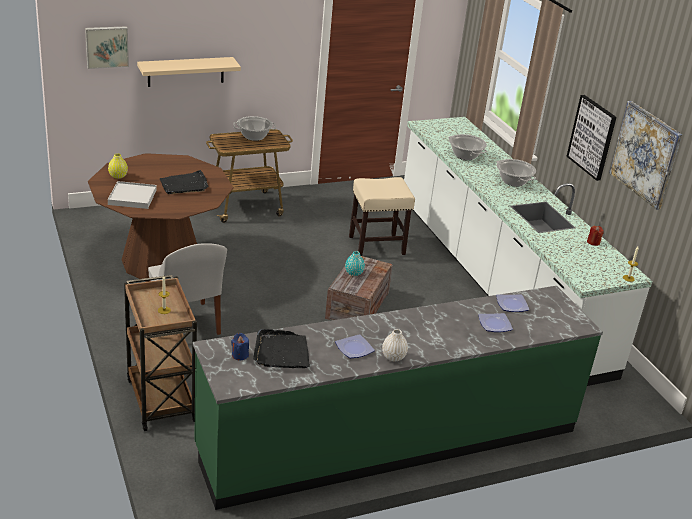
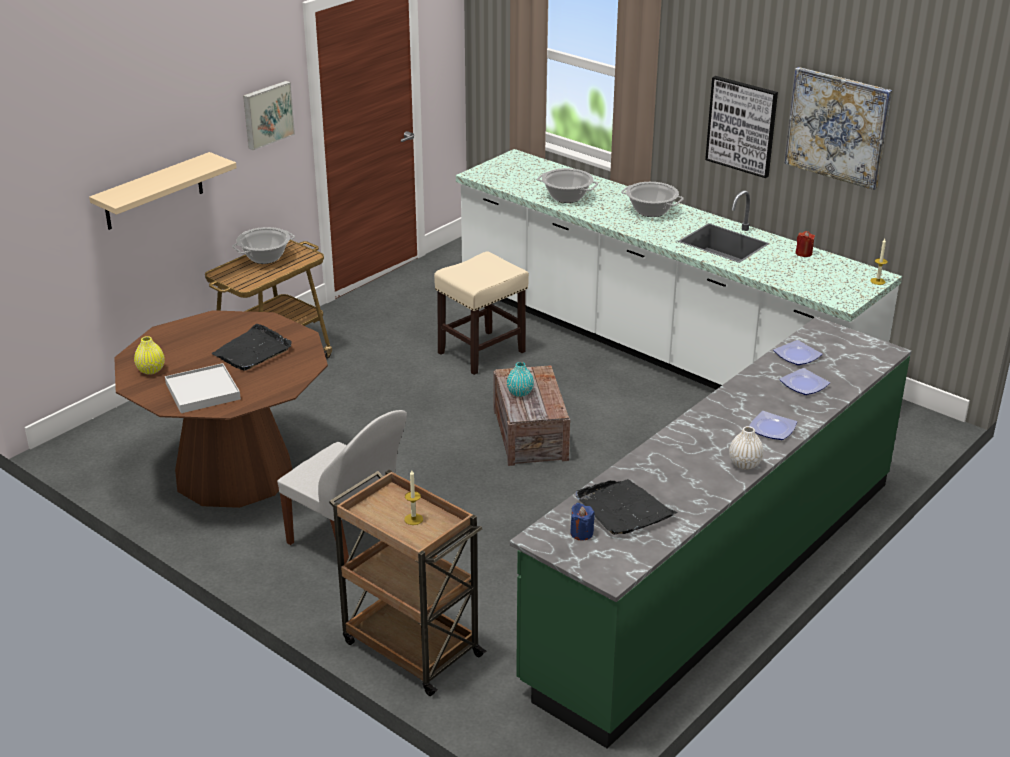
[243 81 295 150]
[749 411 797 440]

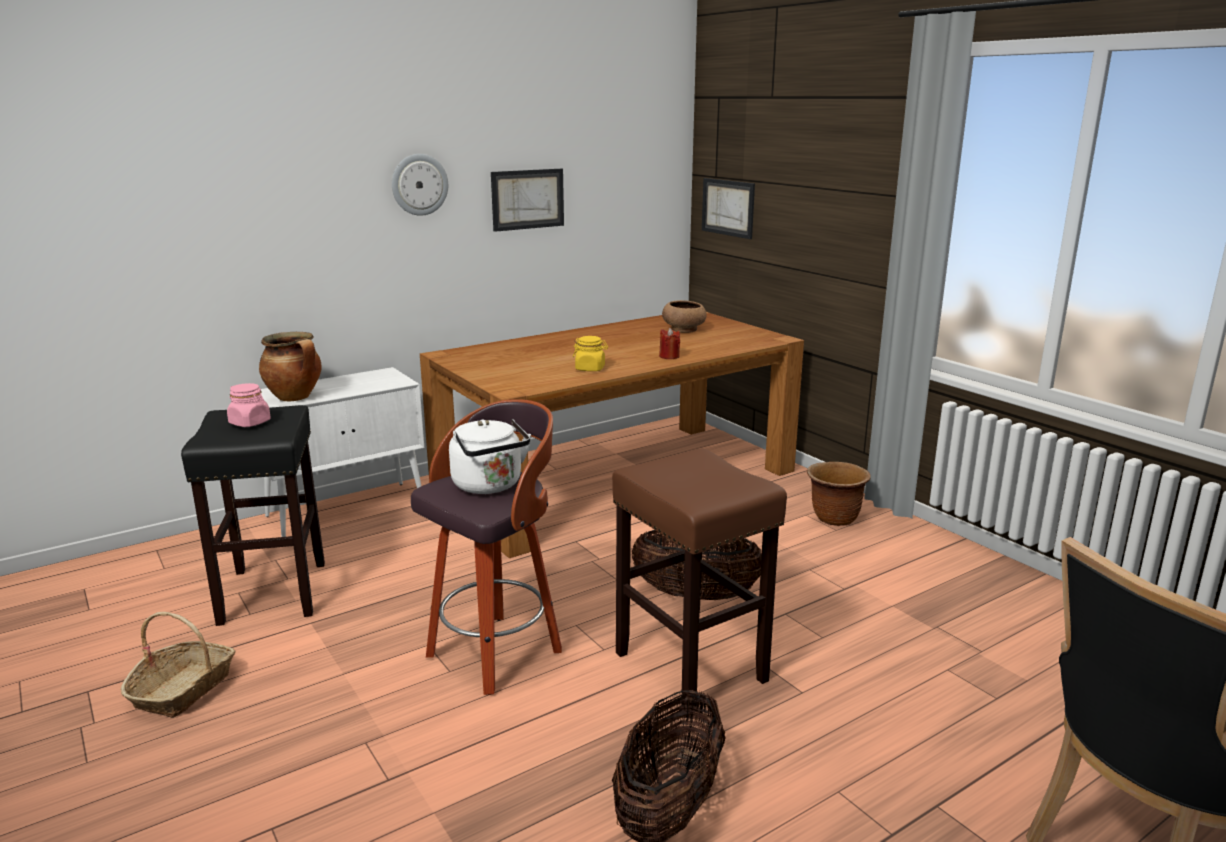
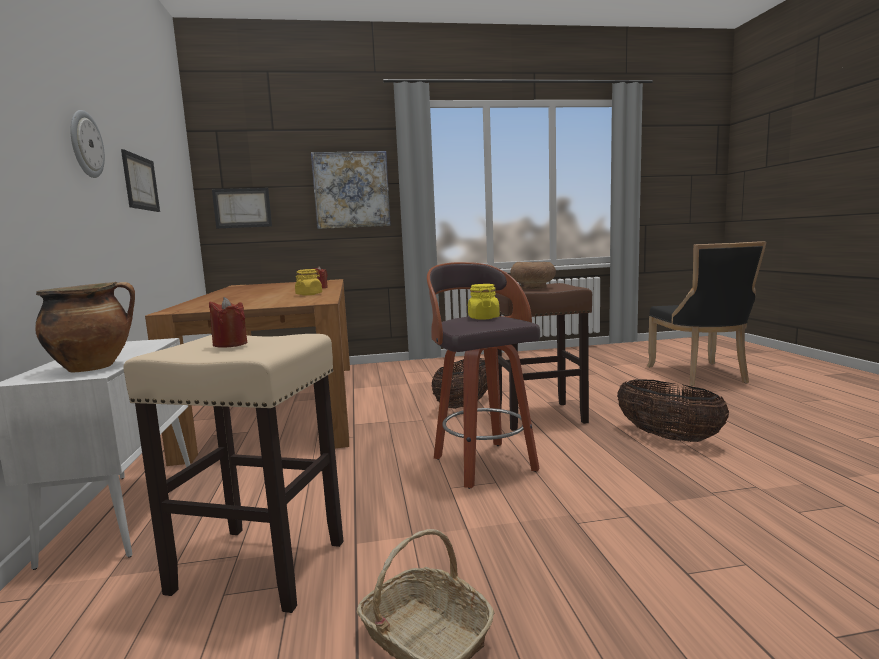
[510 262 556 289]
[209 297 247 348]
[123 334 344 613]
[468 284 500 320]
[807 462 871 526] (first image)
[311 151 391 229]

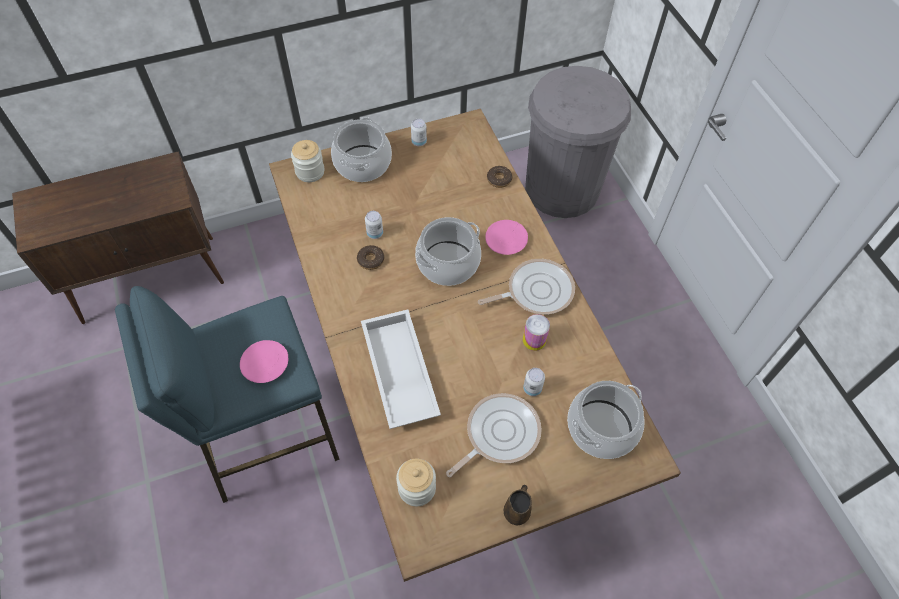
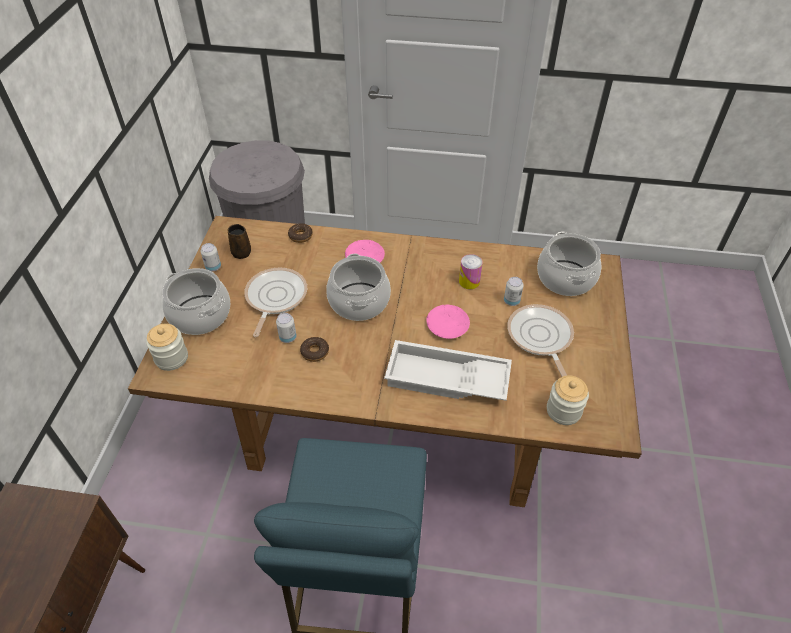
[244 268 307 337]
[426 304 470 339]
[227 224 251 259]

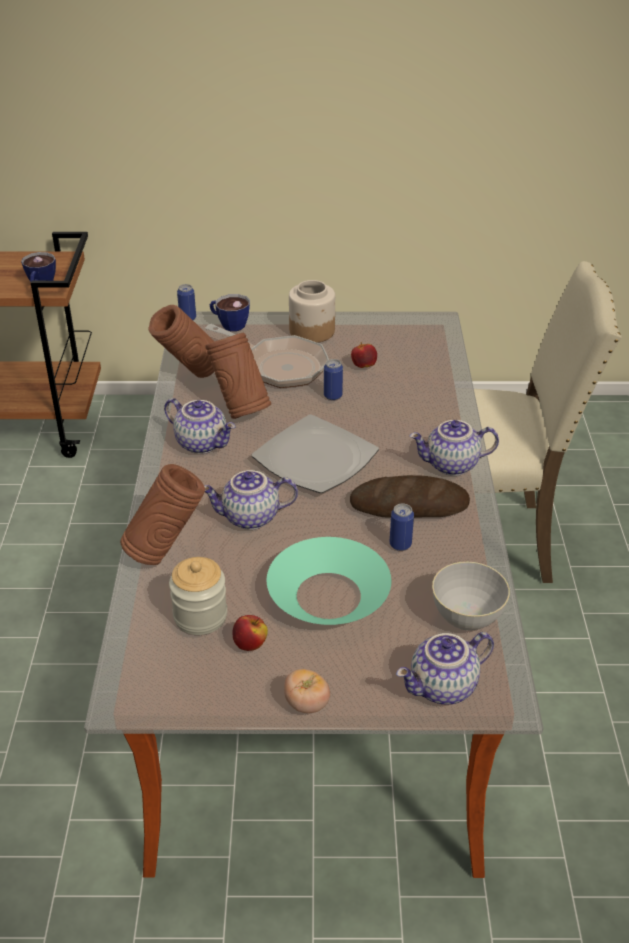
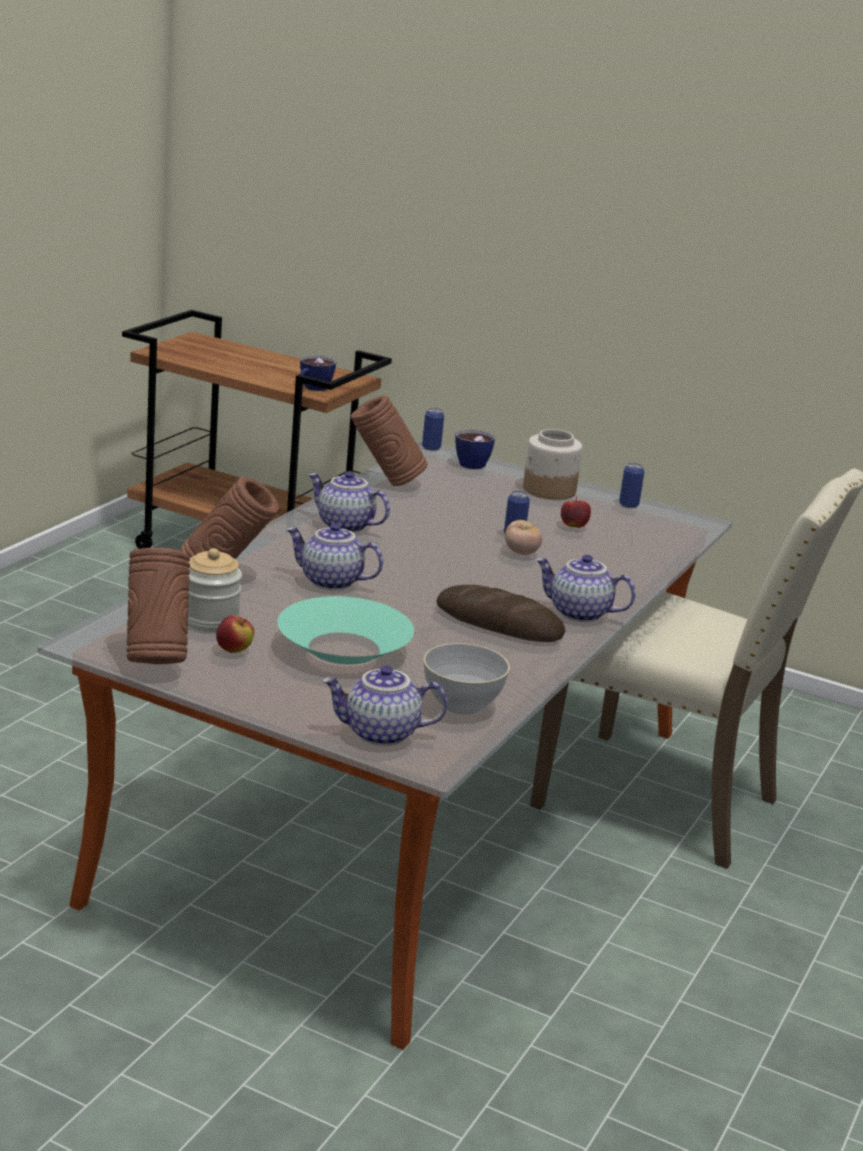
[205 324 329 388] (first image)
[126 548 190 664]
[308 471 390 533]
[252 414 379 493] (first image)
[619 462 644 508]
[505 520 542 555]

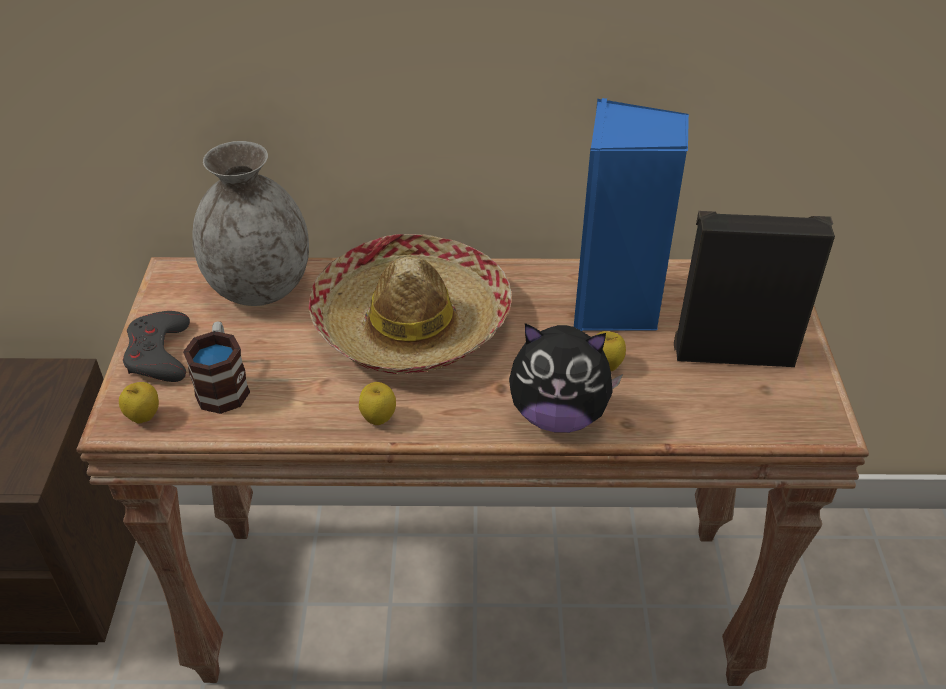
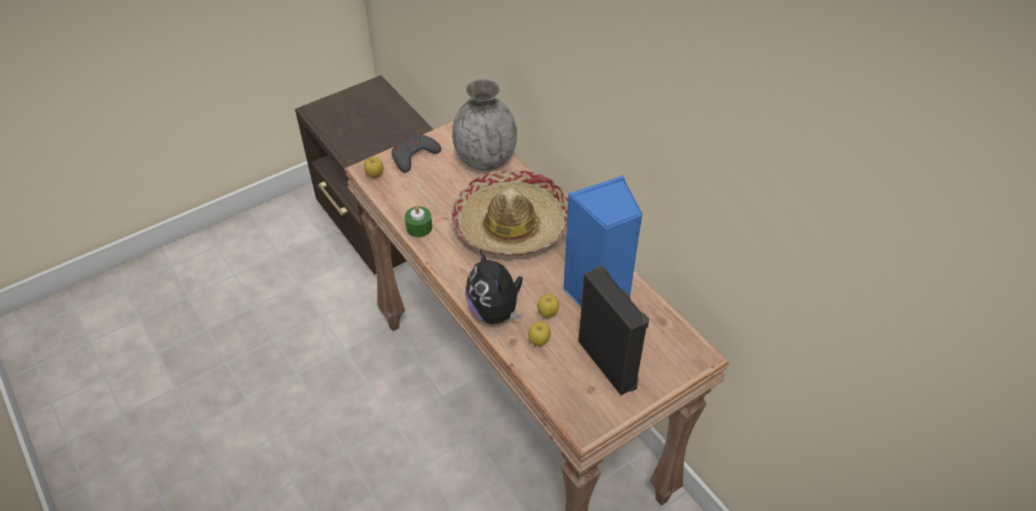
[183 321 250 414] (first image)
[528 321 551 346]
[405 205 432 237]

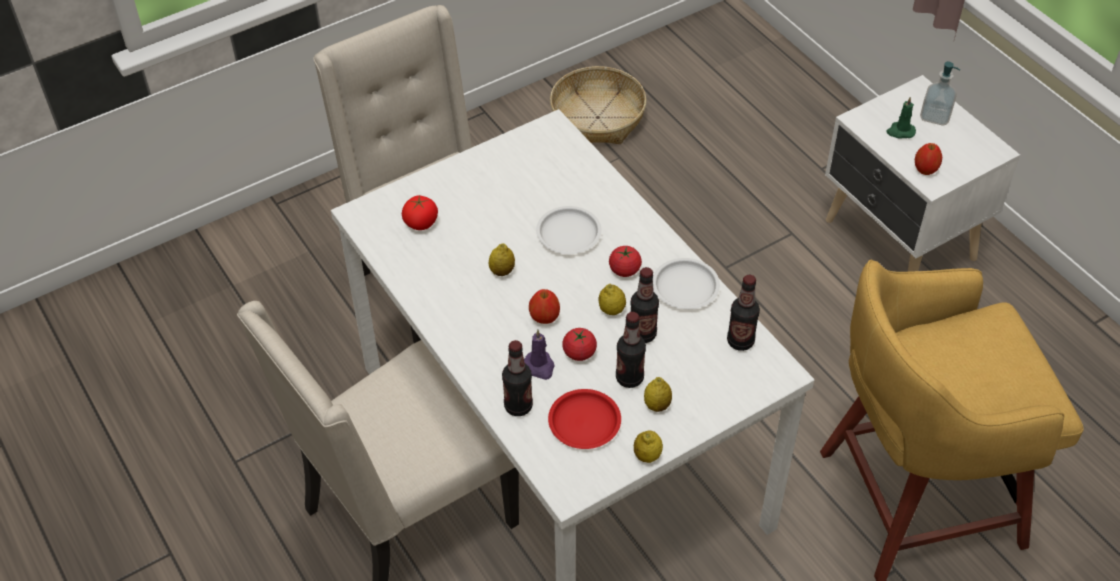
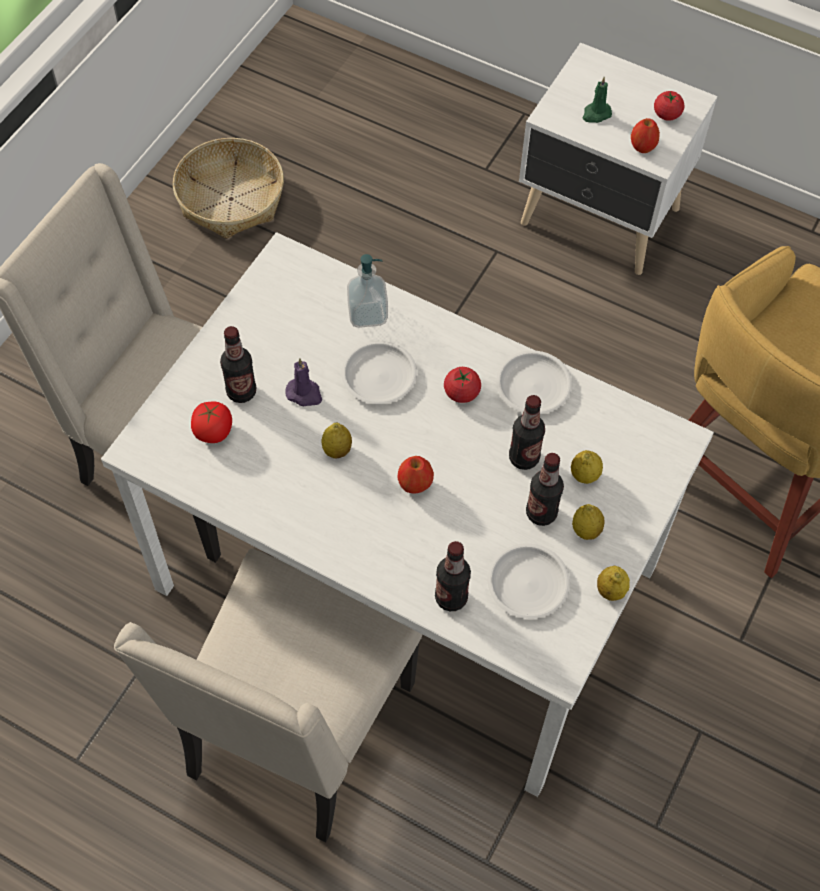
[347 254 388 328]
[220 326 256 403]
[571 450 603 484]
[654 91 684 121]
[285 358 322 406]
[488 543 570 619]

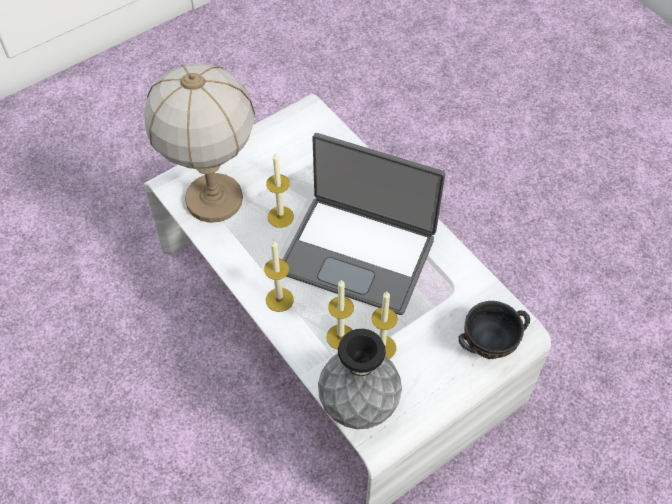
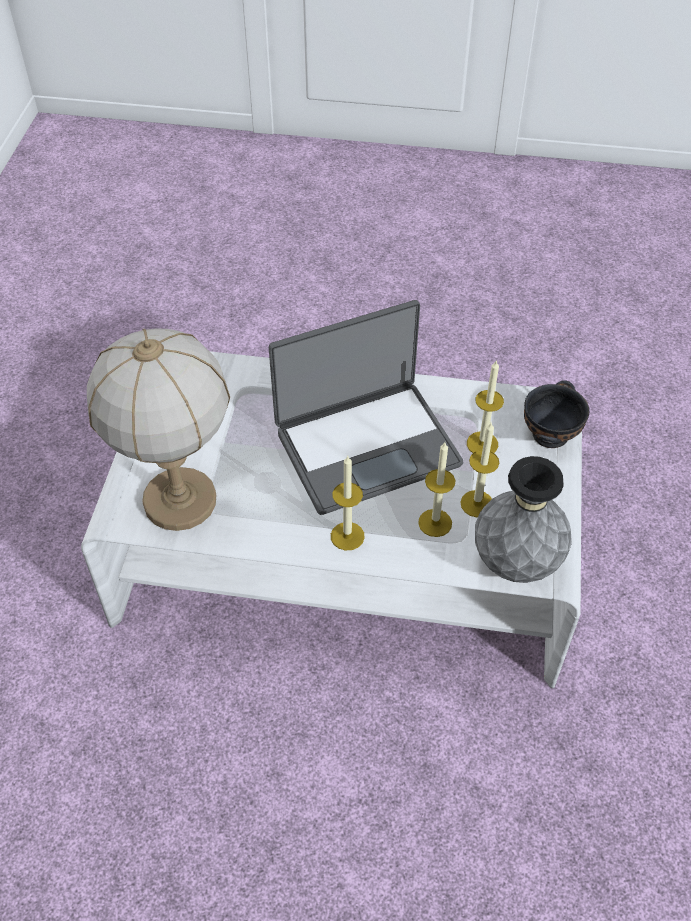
[467 360 504 453]

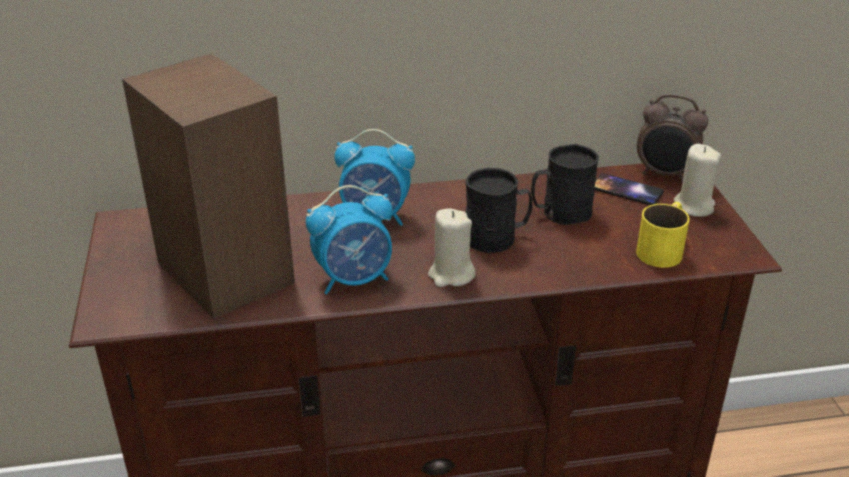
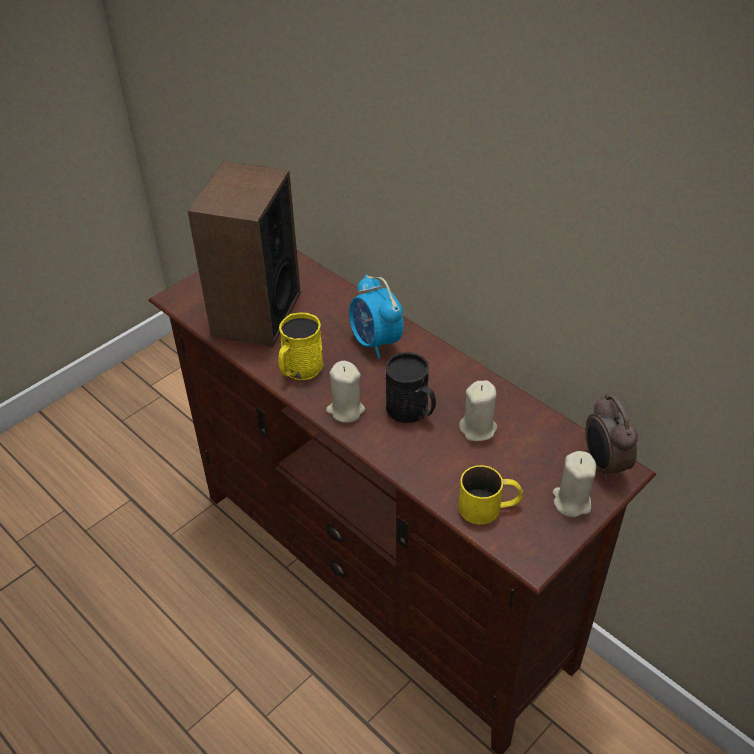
[459 380 497 441]
[595 173 664 205] (first image)
[278 312 324 380]

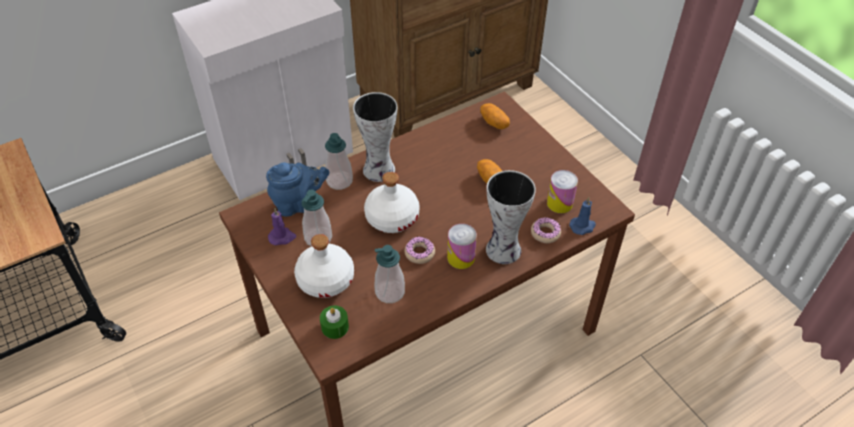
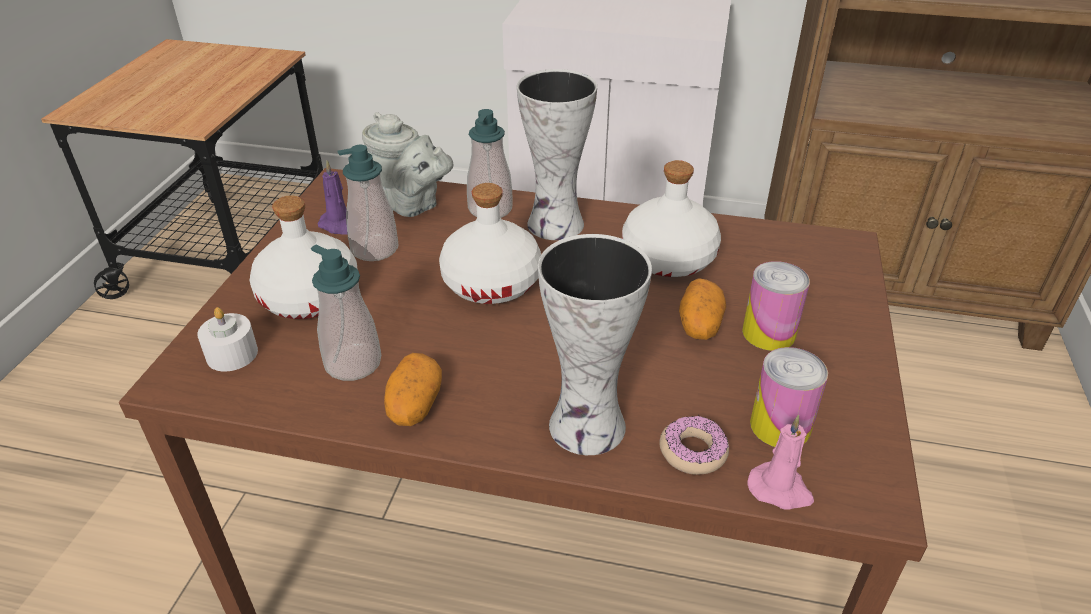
[384 353 442 426]
[362 112 453 217]
[747 415 814 510]
[742 261 810 351]
[405 237 435 264] (first image)
[197 307 258 372]
[622 160 721 277]

